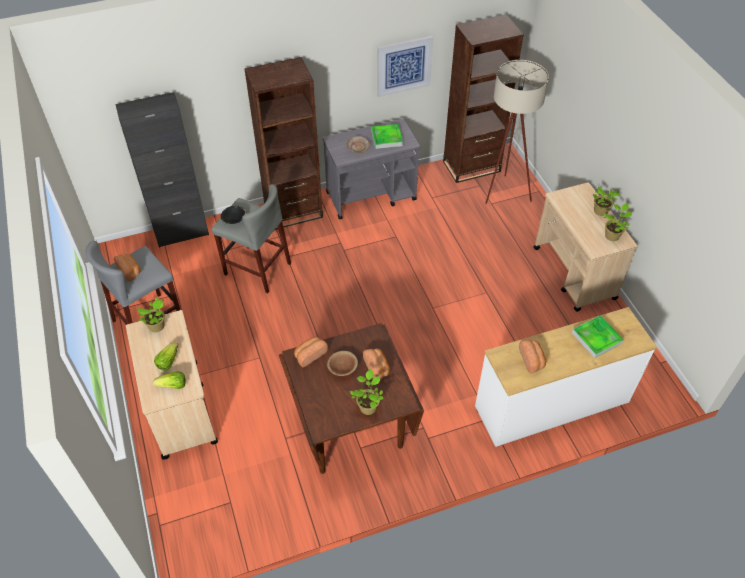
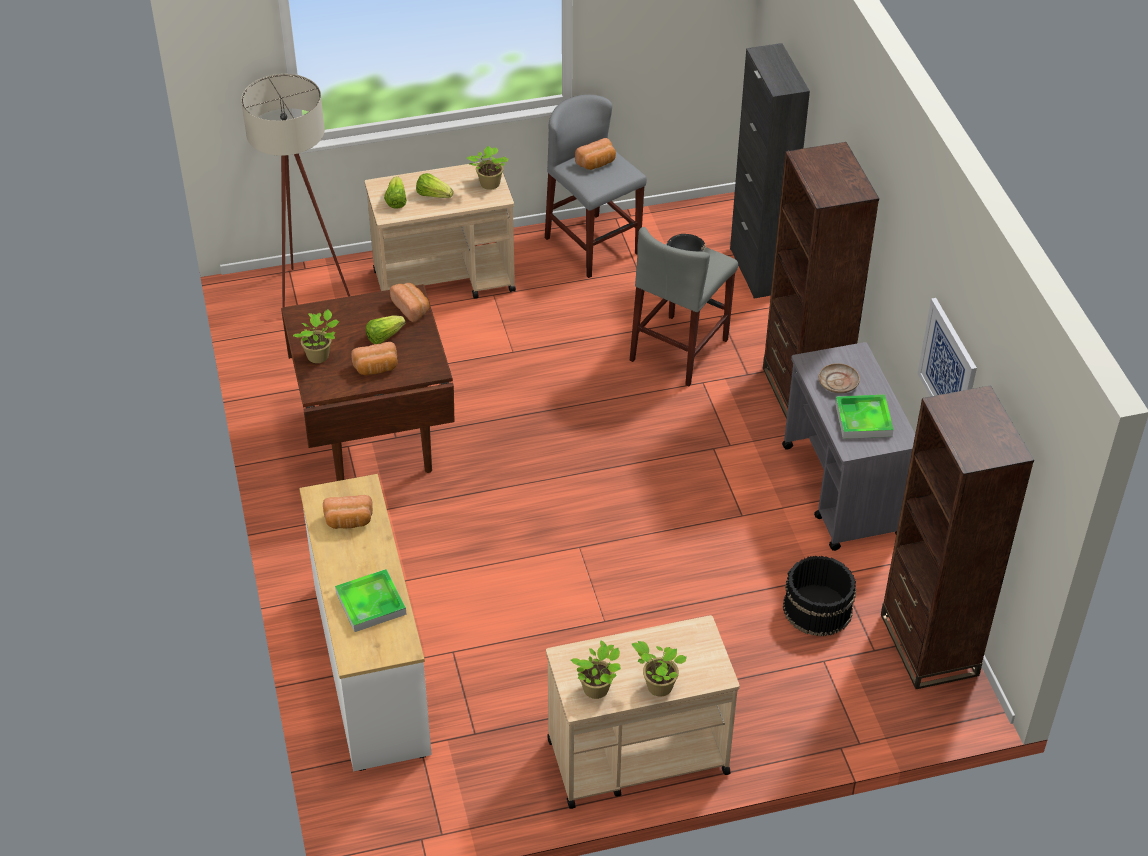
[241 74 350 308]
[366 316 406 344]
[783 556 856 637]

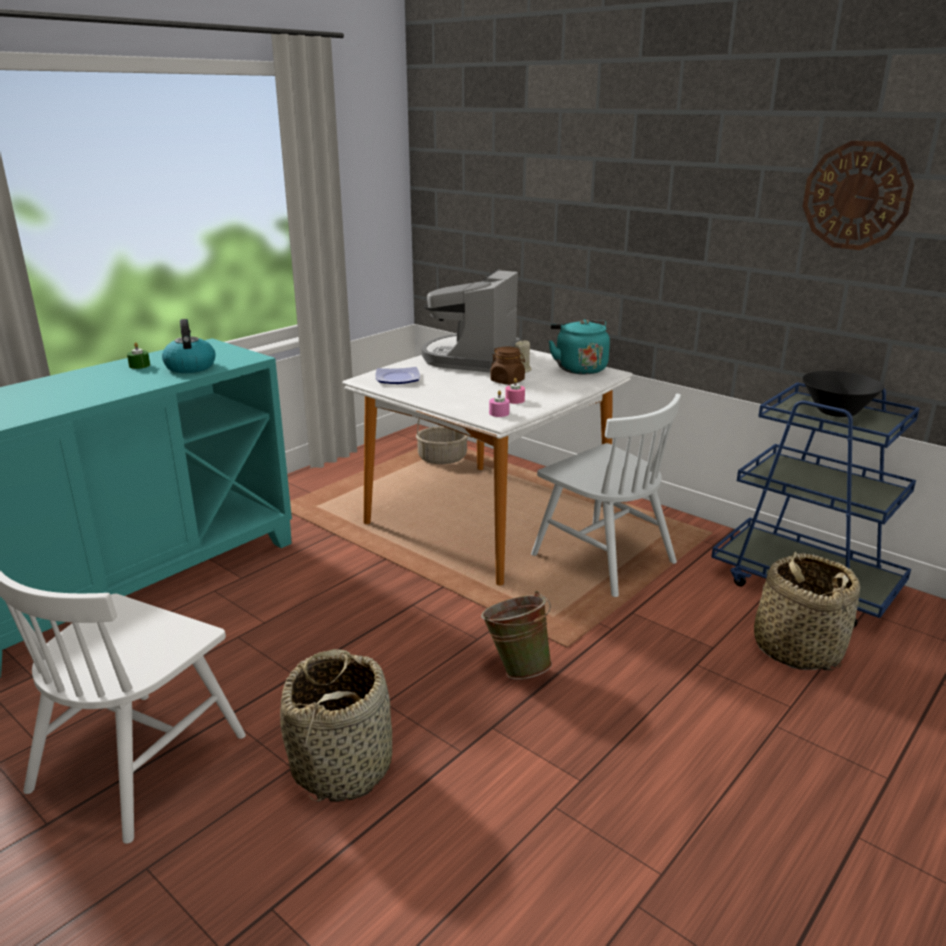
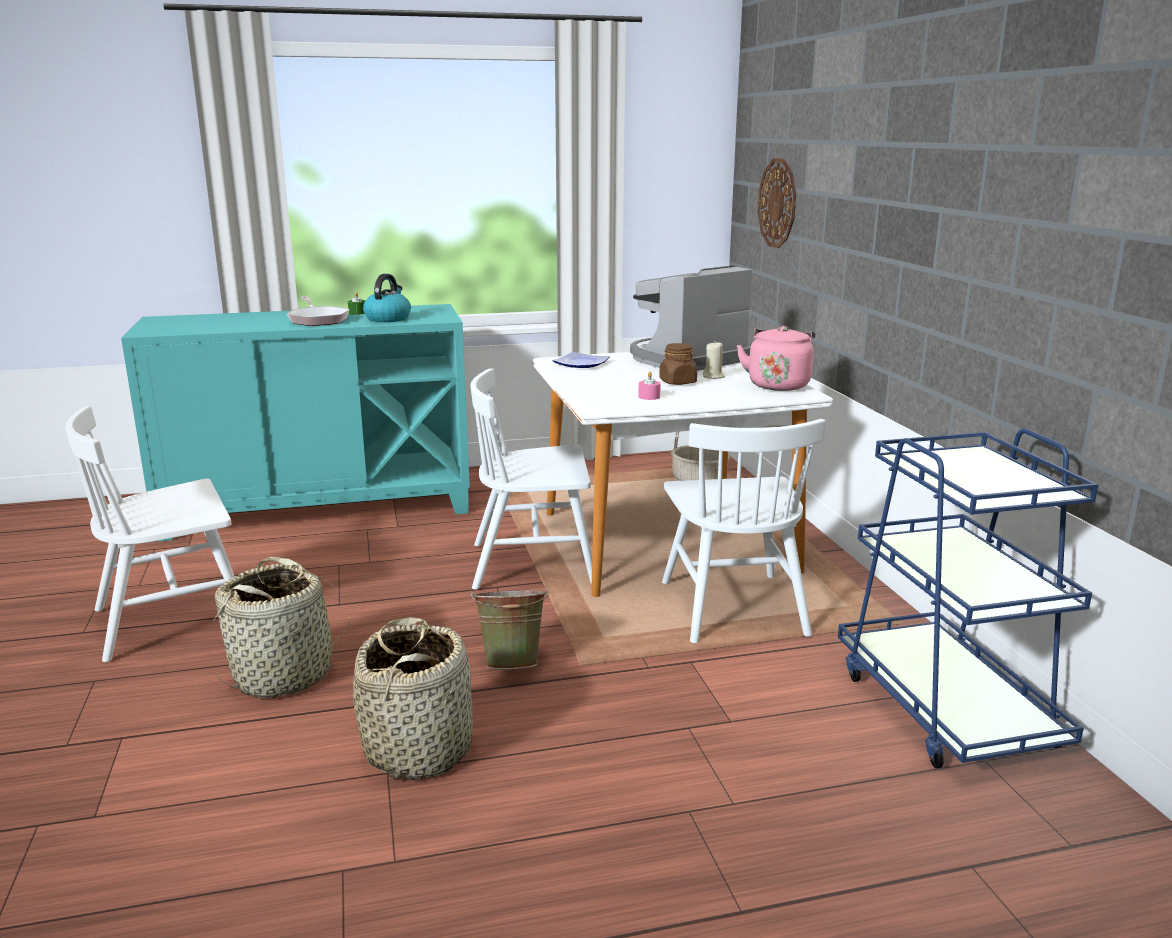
[758 158 796 248]
[736 326 815 391]
[802 371 884 417] (first image)
[489 390 510 417] (first image)
[353 617 473 780]
[287 296 350 326]
[470 369 592 590]

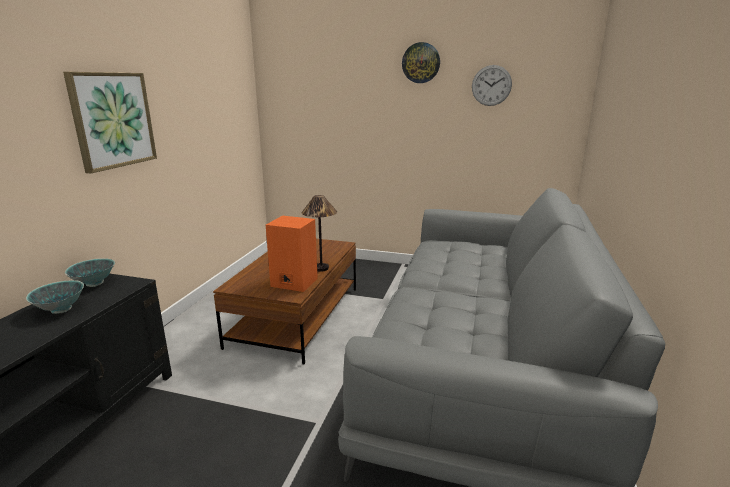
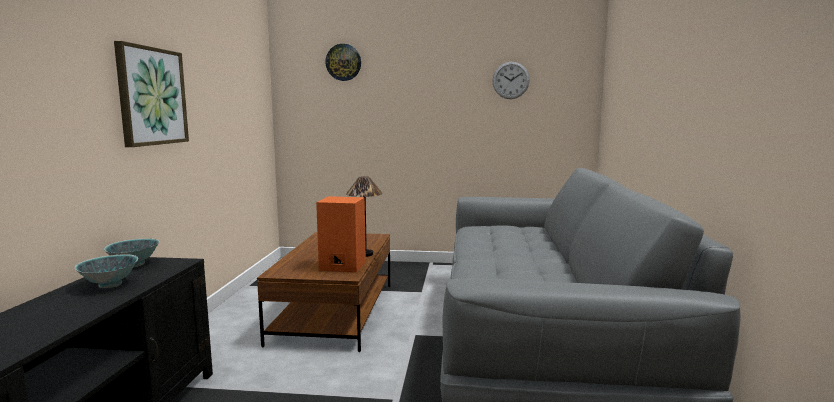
[325 44 361 81]

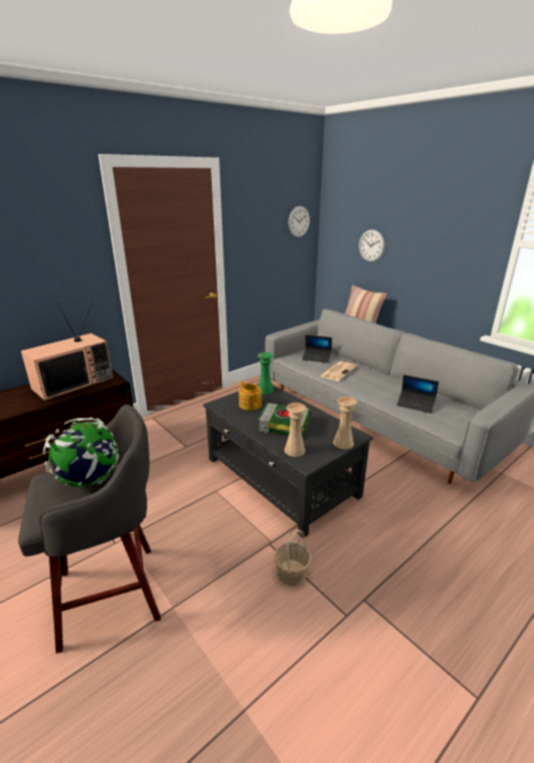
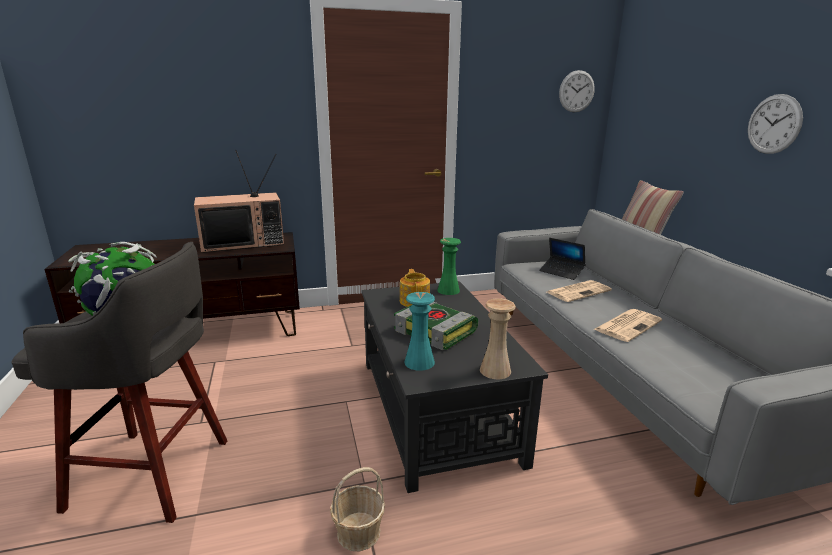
[748 94 803 154]
[397 375 439 413] (first image)
[404 292 435 371]
[593 309 662 342]

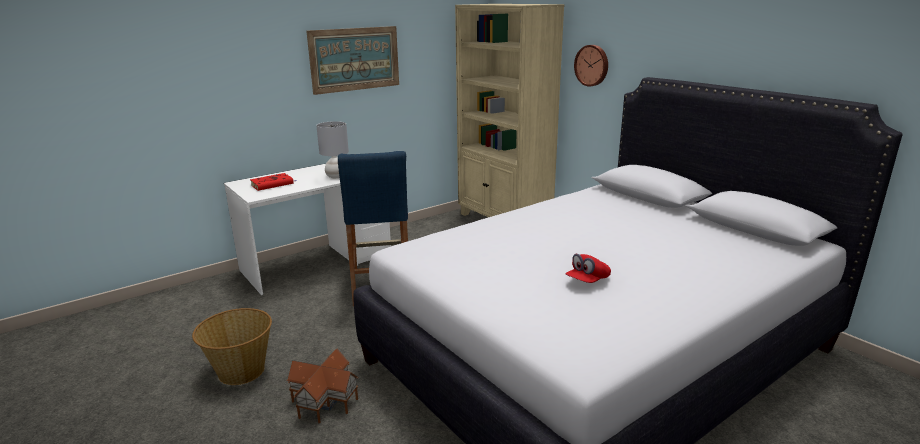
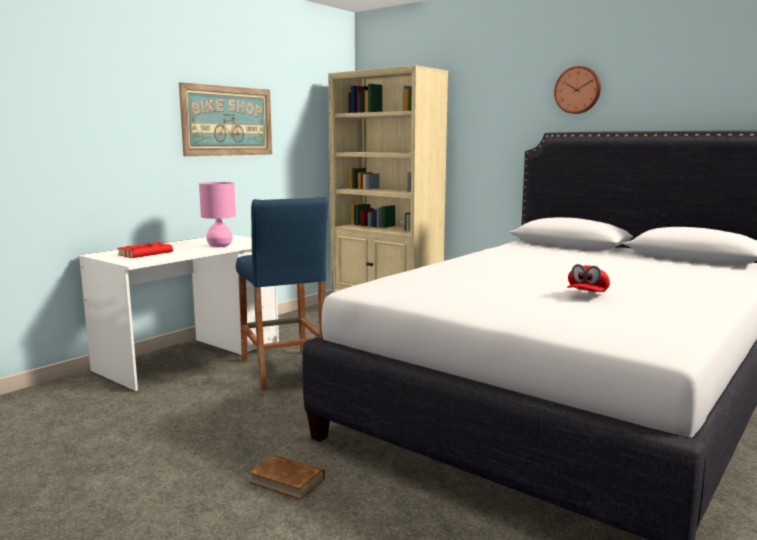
[554 66 601 114]
[199 182 236 247]
[192 308 272 385] (first image)
[249 455 325 500]

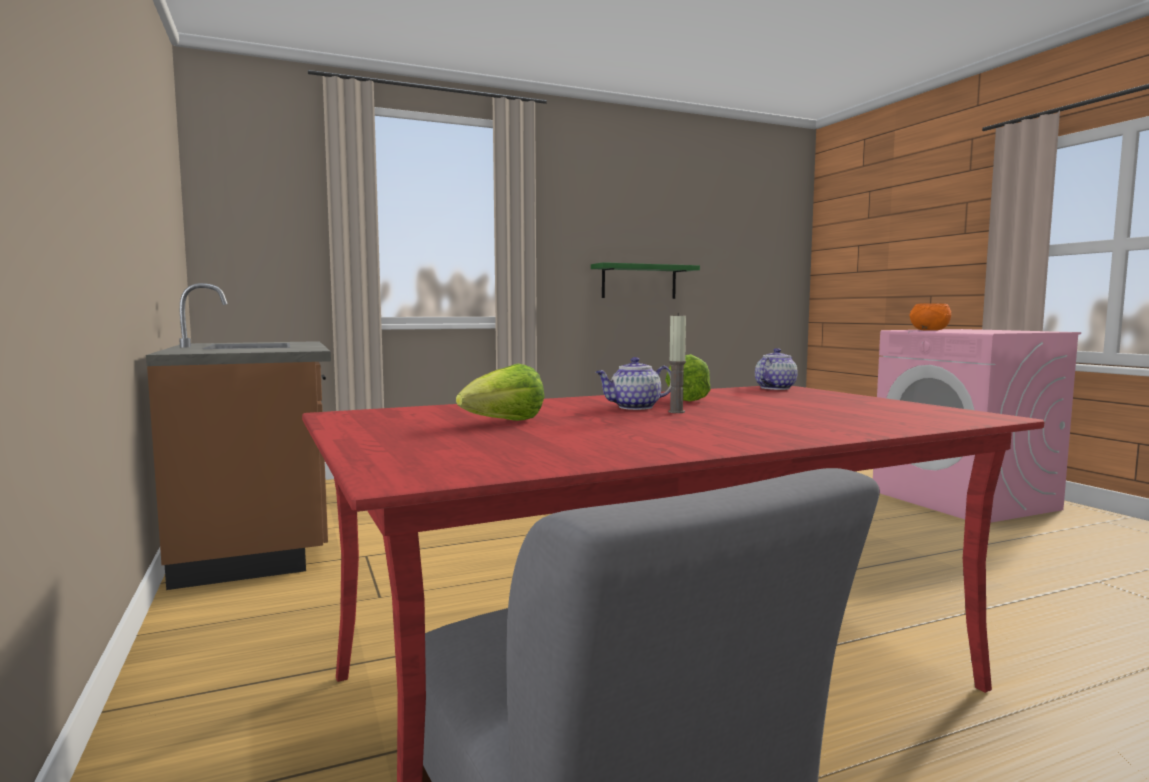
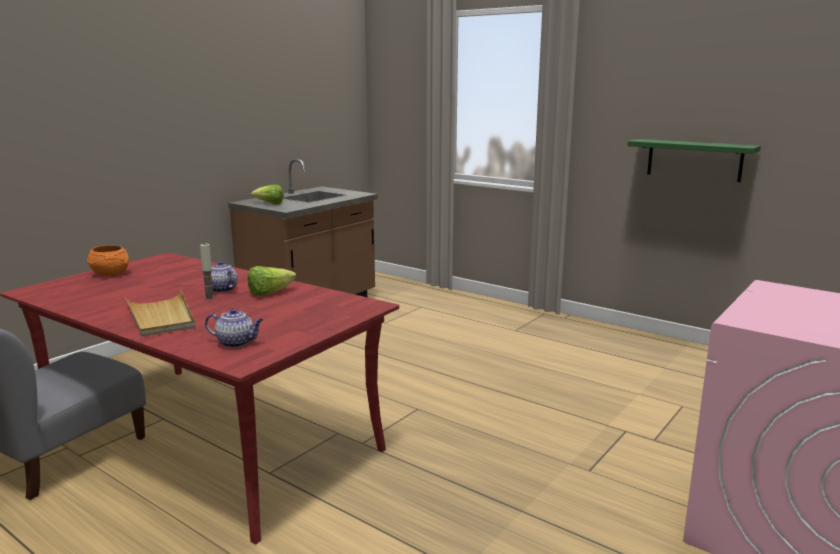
[87 245 129 276]
[205 308 263 348]
[251 184 284 204]
[125 290 195 337]

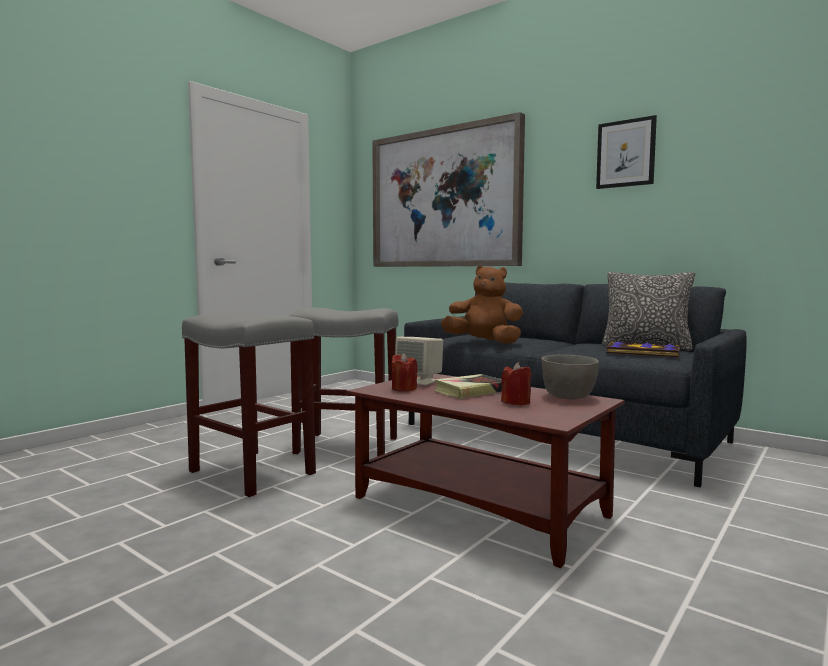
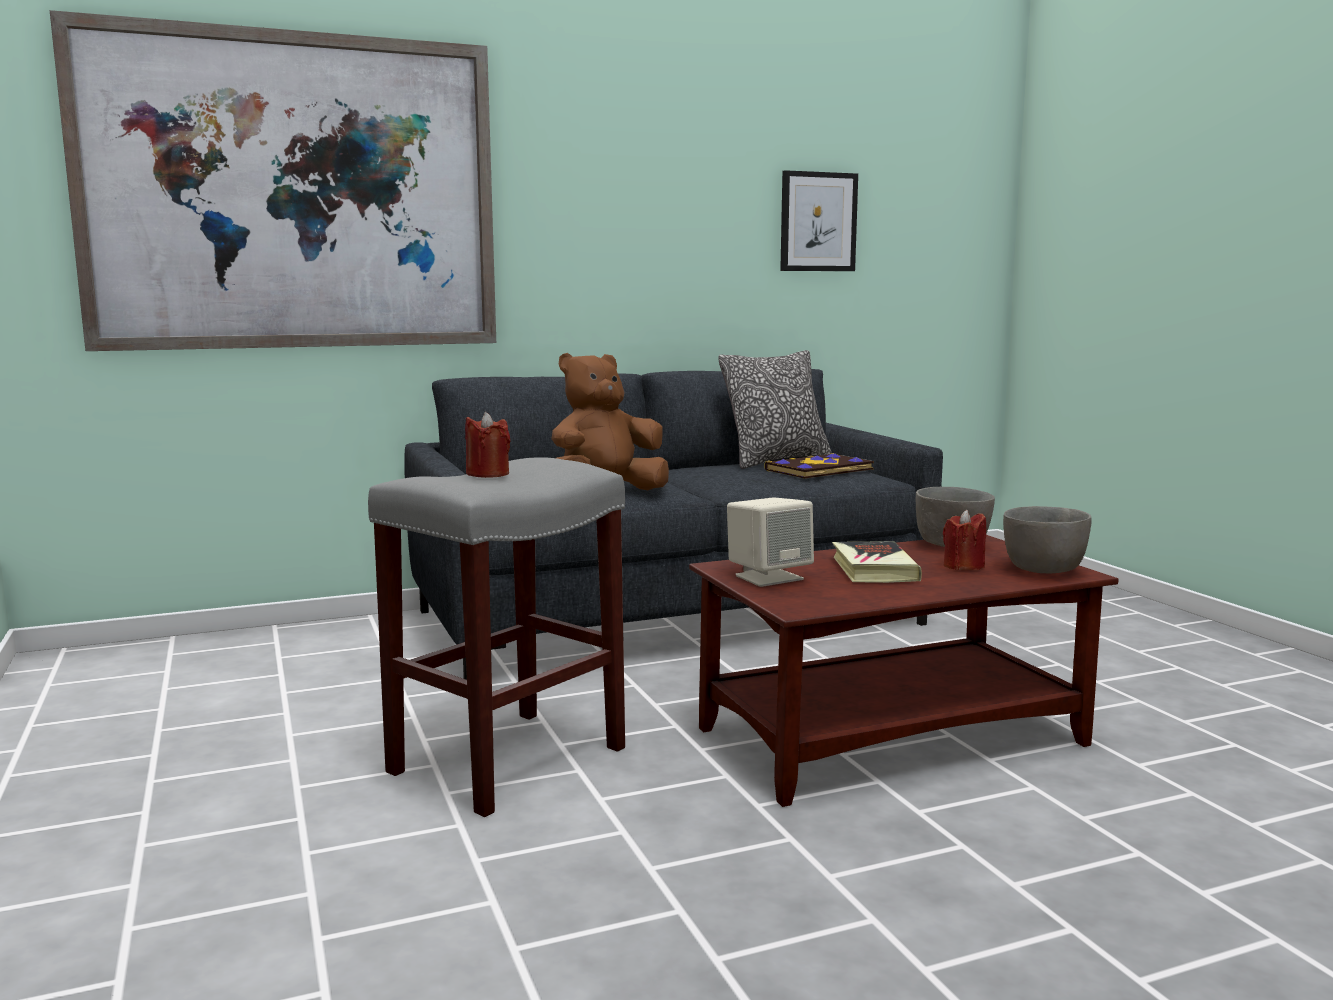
[780 170 858 271]
[182 312 316 497] (first image)
[465 412 511 478]
[1003 506 1092 573]

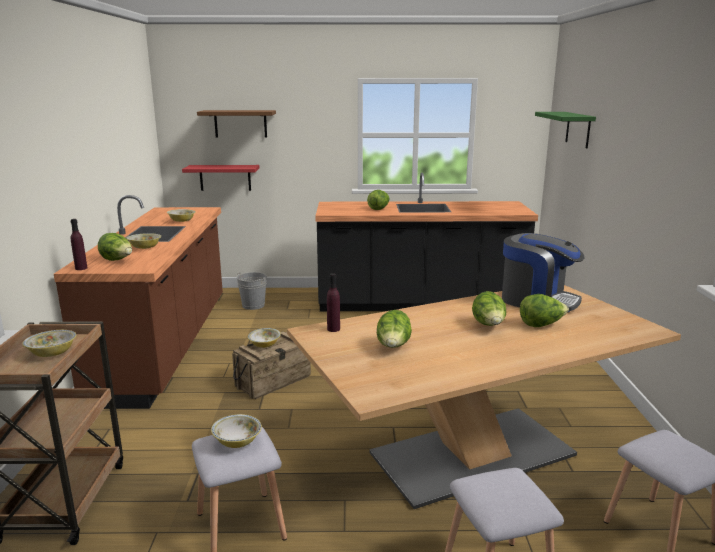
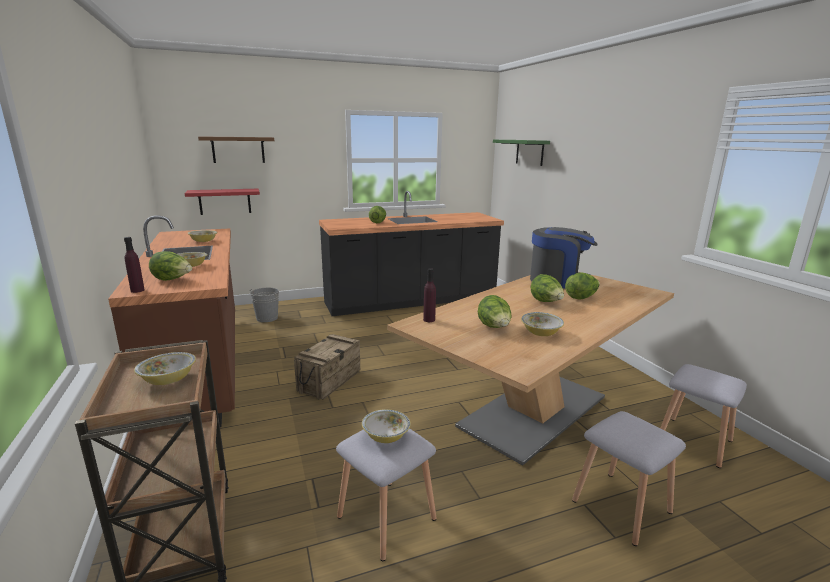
[521 312 564 336]

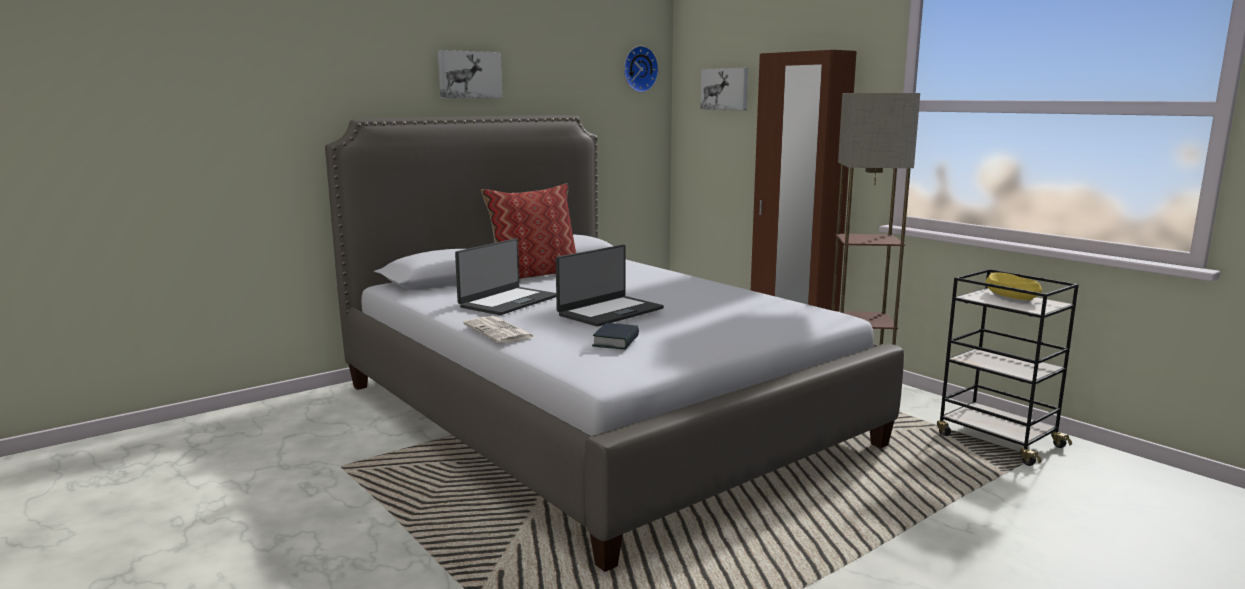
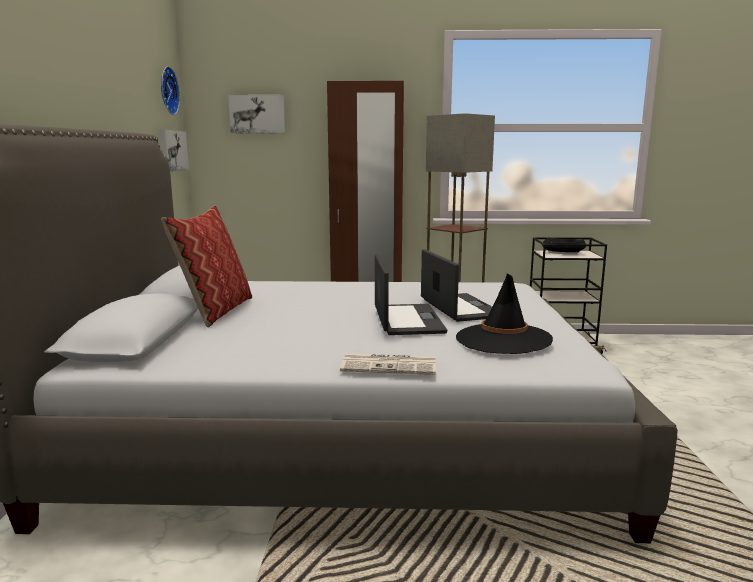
[159 130 189 172]
[421 249 492 322]
[542 238 586 254]
[456 274 553 354]

